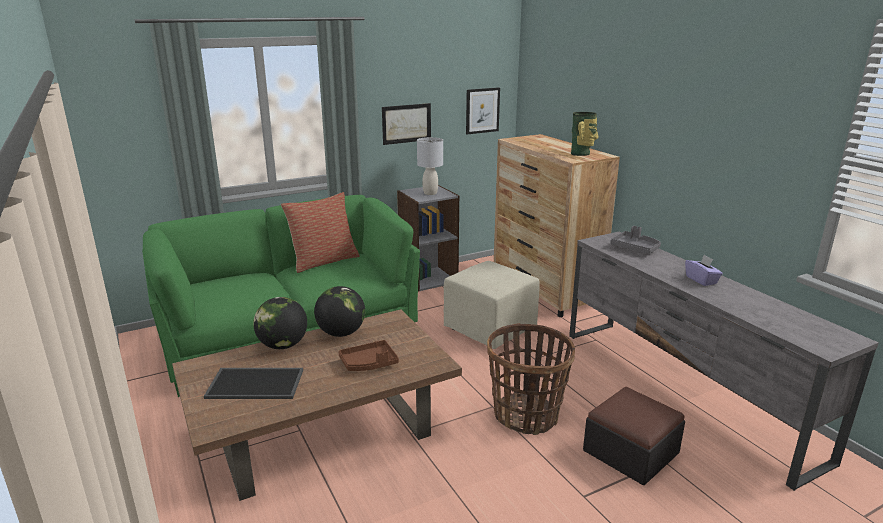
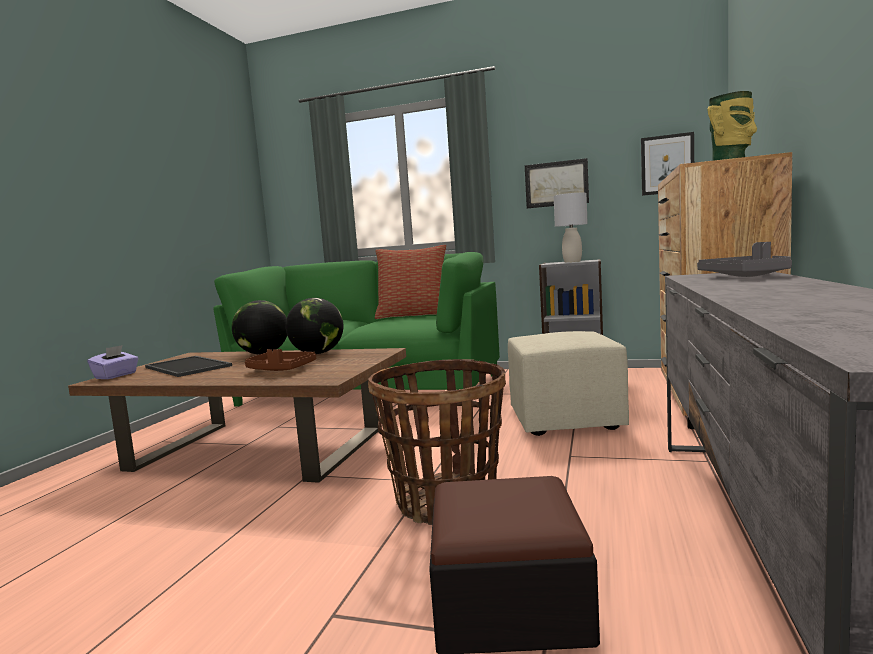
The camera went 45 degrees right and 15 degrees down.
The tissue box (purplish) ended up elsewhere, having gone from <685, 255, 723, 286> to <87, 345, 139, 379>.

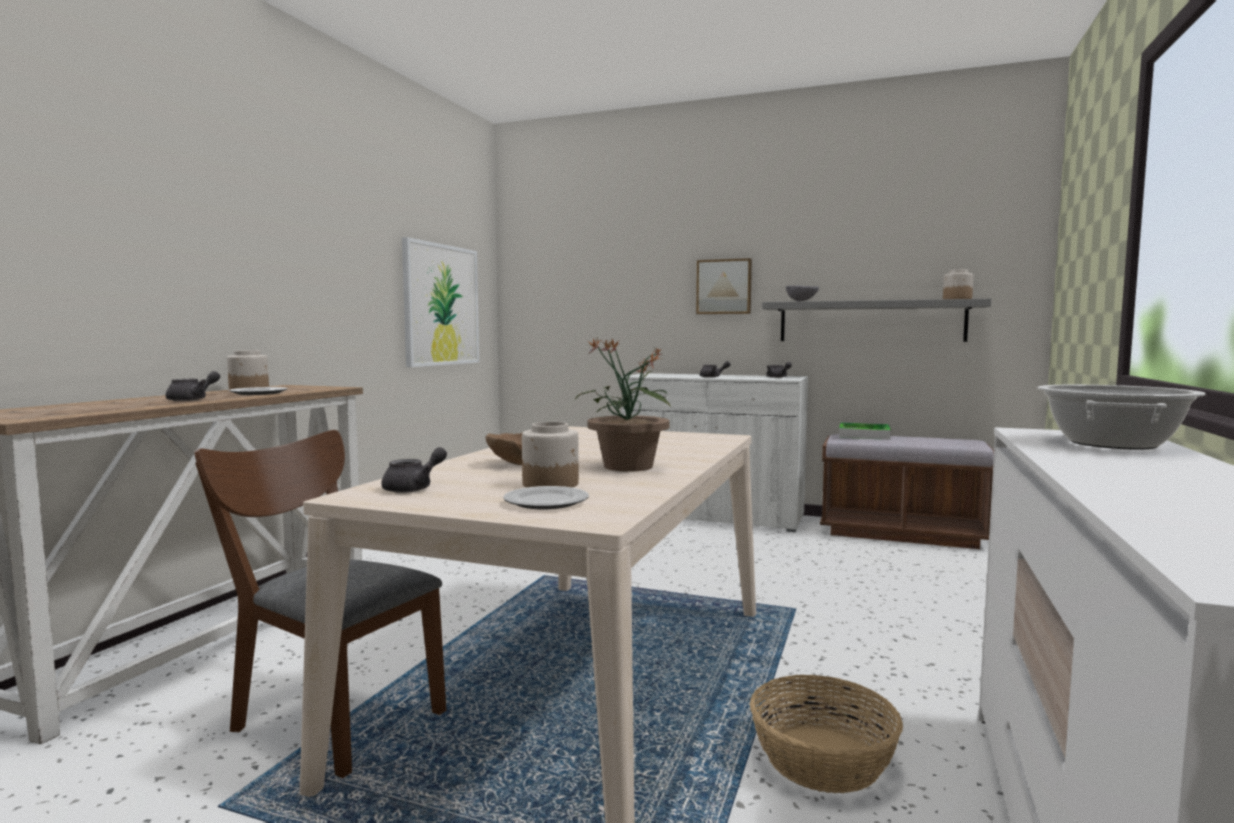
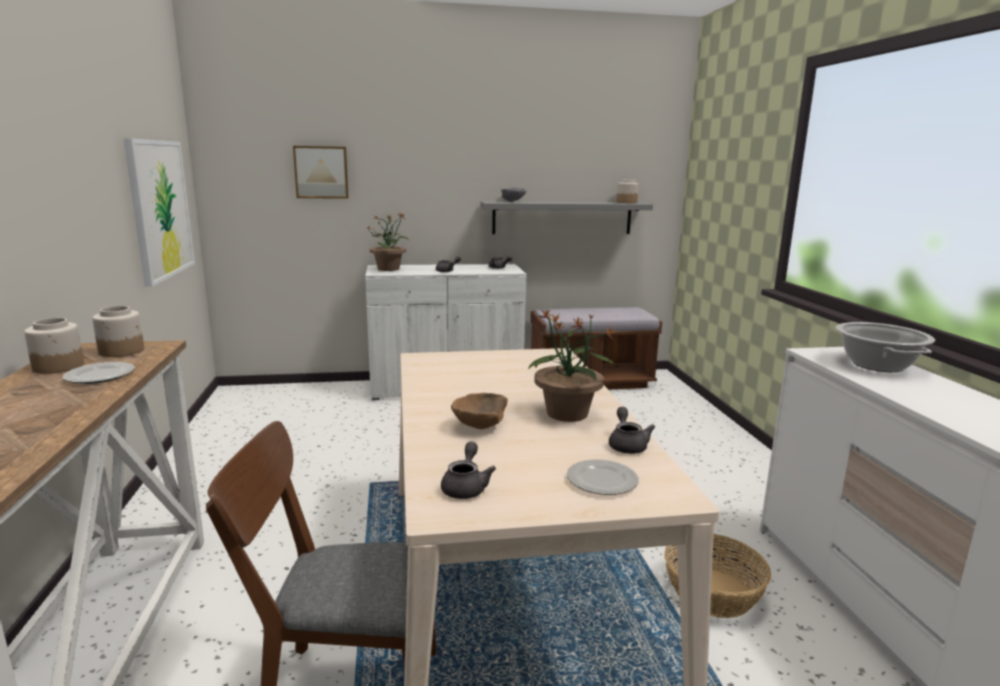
The camera went 30 degrees left and 10 degrees up.
The picture ended up elsewhere, having gone from <696, 258, 752, 314> to <293, 146, 349, 199>.
The teapot (grey) ended up elsewhere, having gone from <166, 371, 220, 401> to <609, 407, 655, 454>.
The preserve jar ended up elsewhere, having gone from <522, 422, 579, 488> to <92, 306, 144, 357>.
The second view lost the tray at <839, 422, 891, 440>.
The second view gained the plant in a pot at <366, 212, 409, 271>.

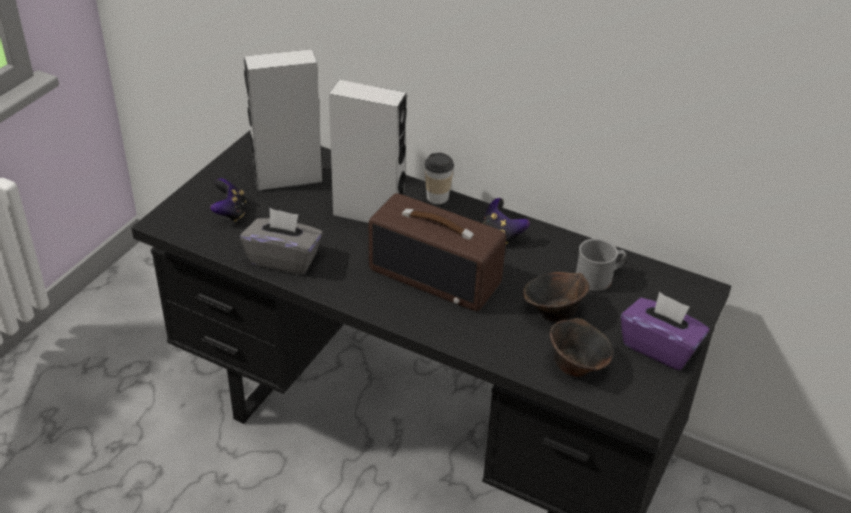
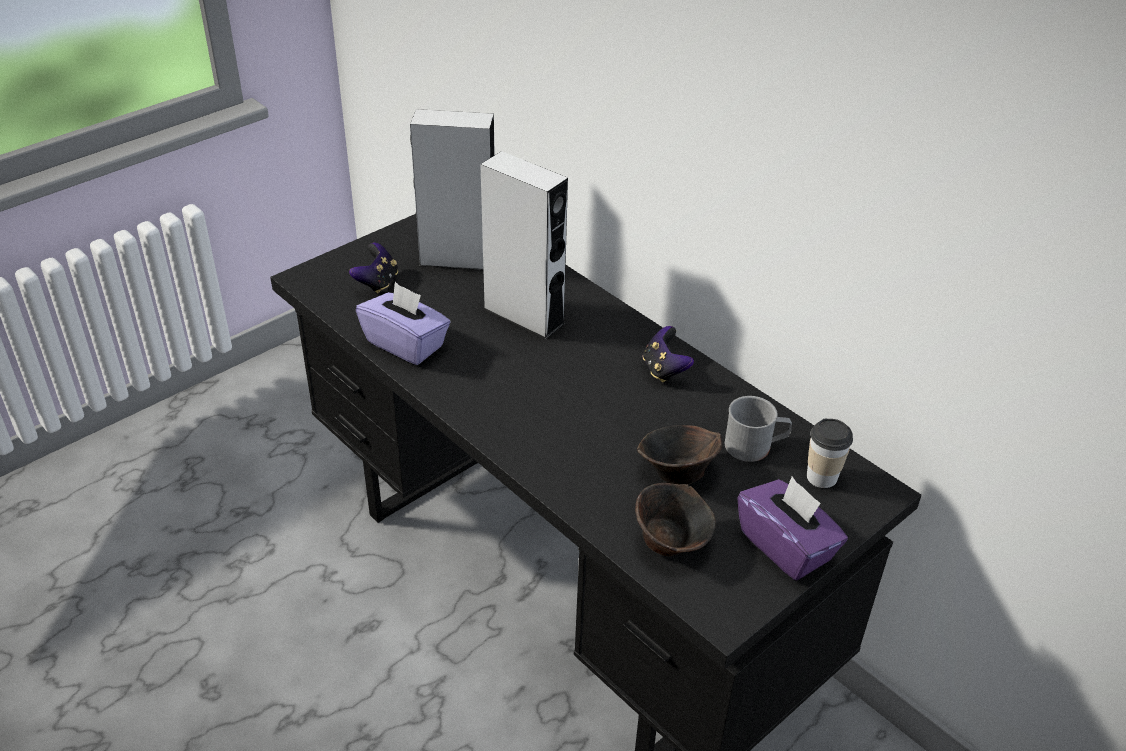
The camera went 20 degrees right and 0 degrees up.
The cup ended up elsewhere, having gone from <424, 153, 454, 204> to <807, 418, 853, 488>.
The second view lost the radio at <368, 193, 506, 311>.
What was the tissue box (grey) at <240, 208, 323, 275> turned into the tissue box (purplish) at <356, 282, 450, 365>.

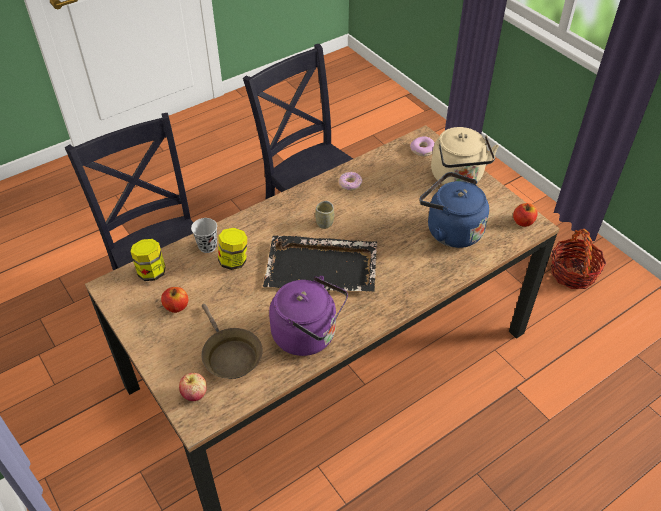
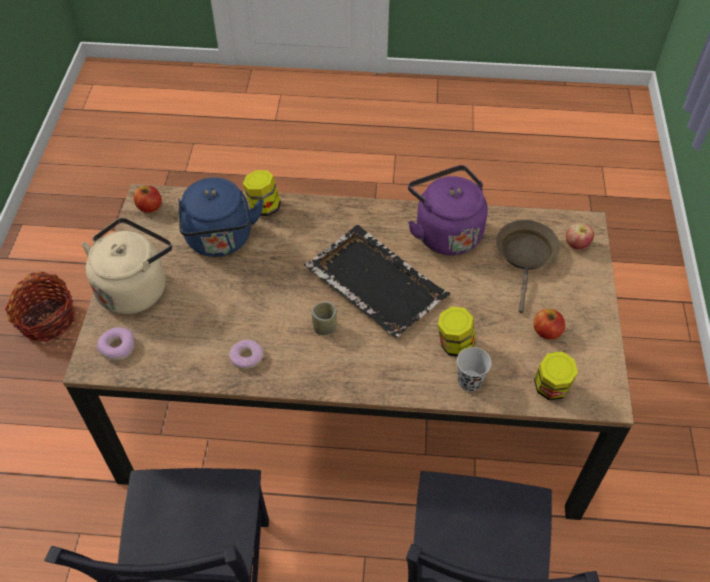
The camera went 140 degrees left and 5 degrees up.
The second view gained the preserve jar at <243, 170, 281, 216>.

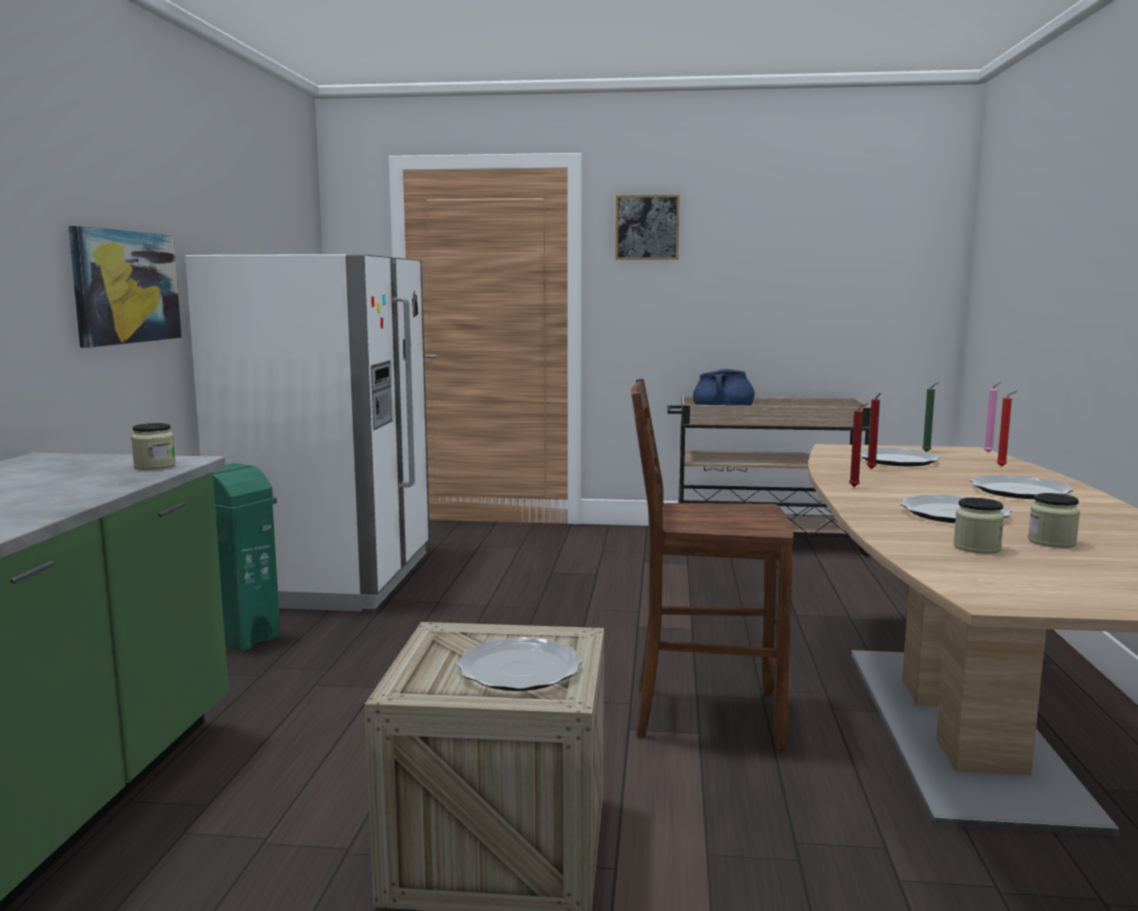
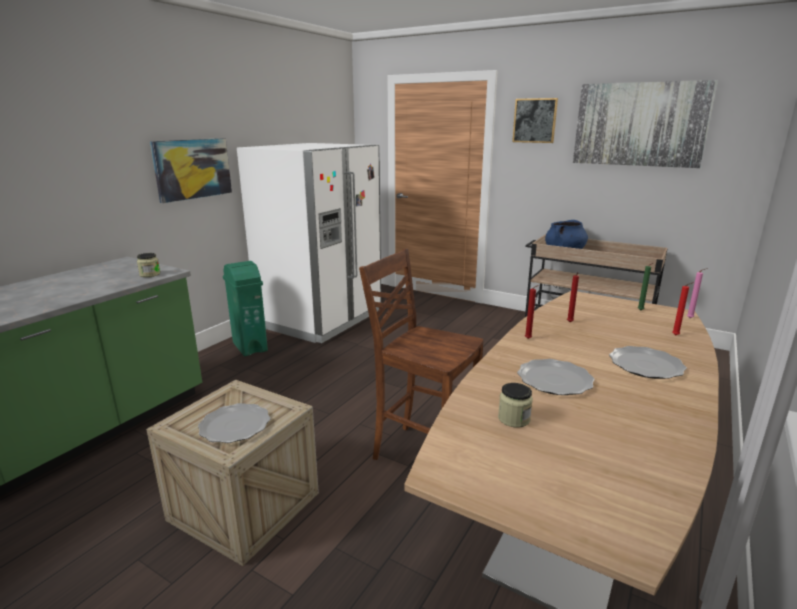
The camera went 25 degrees right and 10 degrees up.
The second view lost the flat dish at <860, 448, 941, 466>.
The second view lost the preserve jar at <1028, 493, 1080, 548>.
The second view gained the picture at <573, 80, 718, 168>.

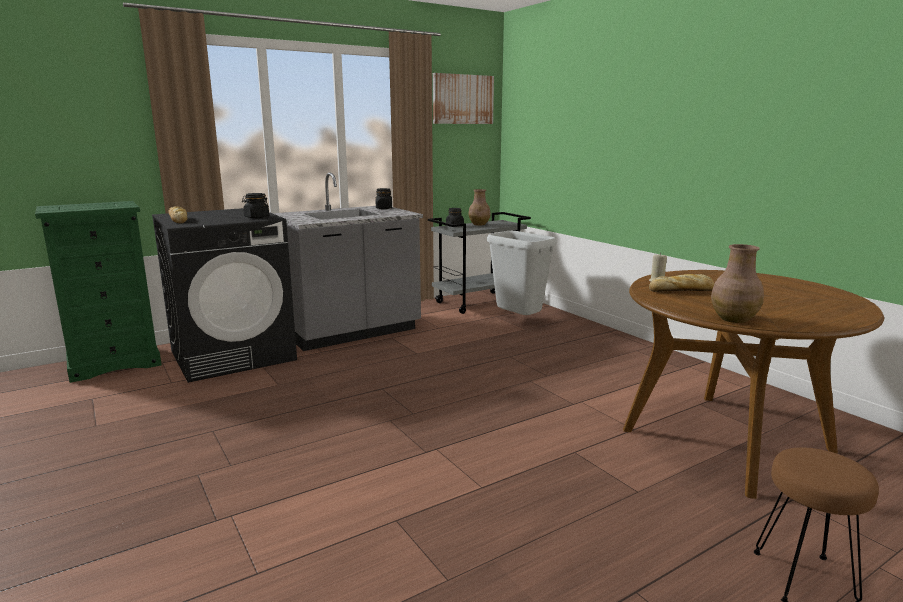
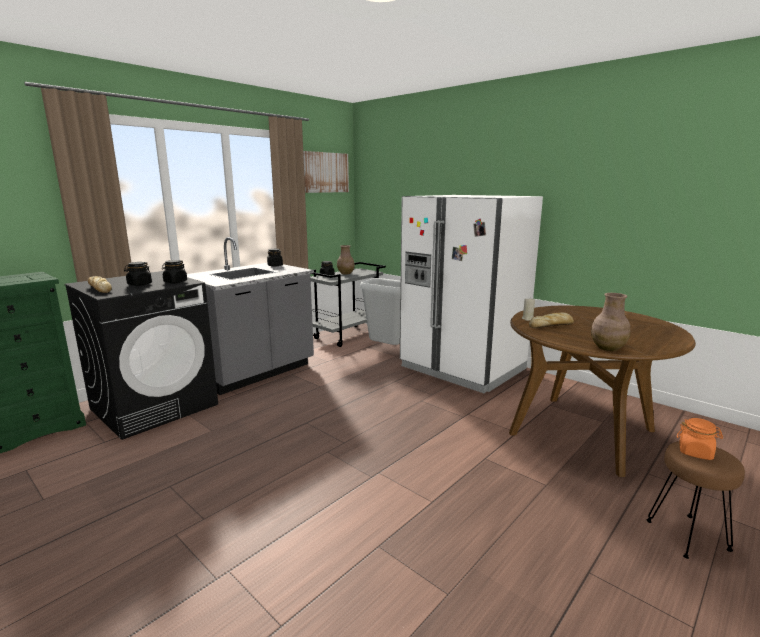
The camera went 15 degrees left and 0 degrees up.
The second view gained the fridge (white) at <400, 195, 543, 393>.
The second view gained the preserve jar (blackish) at <124, 262, 152, 286>.
The second view gained the preserve jar (orangey) at <677, 418, 723, 460>.

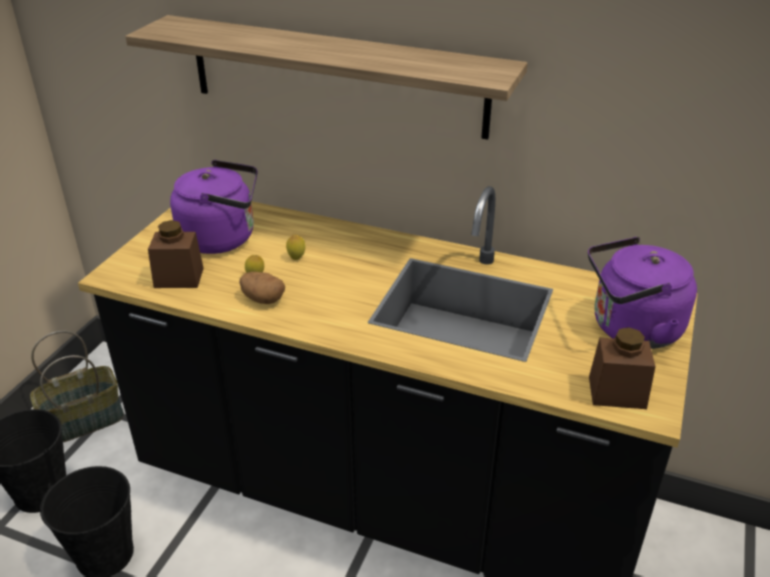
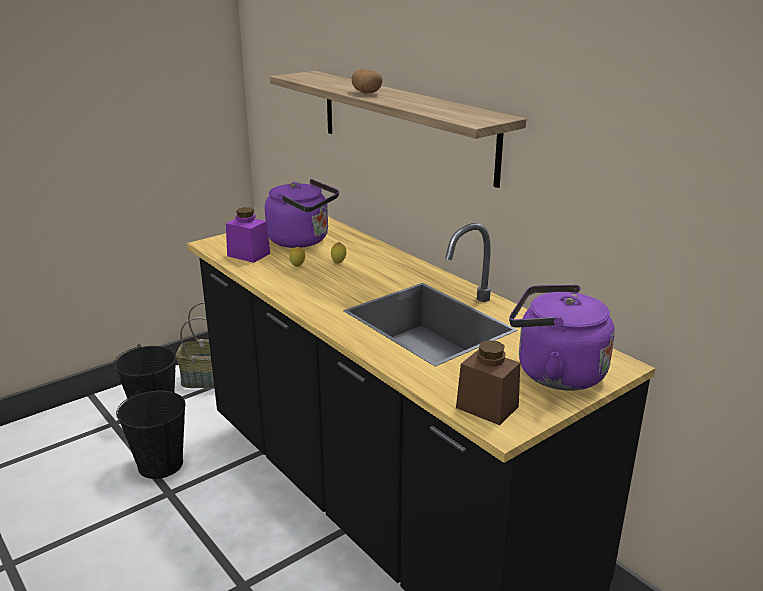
The camera went 30 degrees right and 10 degrees down.
What was the preserve jar (brownish) at <148, 220, 204, 288> turned into the preserve jar (purplish) at <226, 207, 270, 263>.
The potato ended up elsewhere, having gone from <239, 272, 285, 304> to <352, 69, 382, 94>.

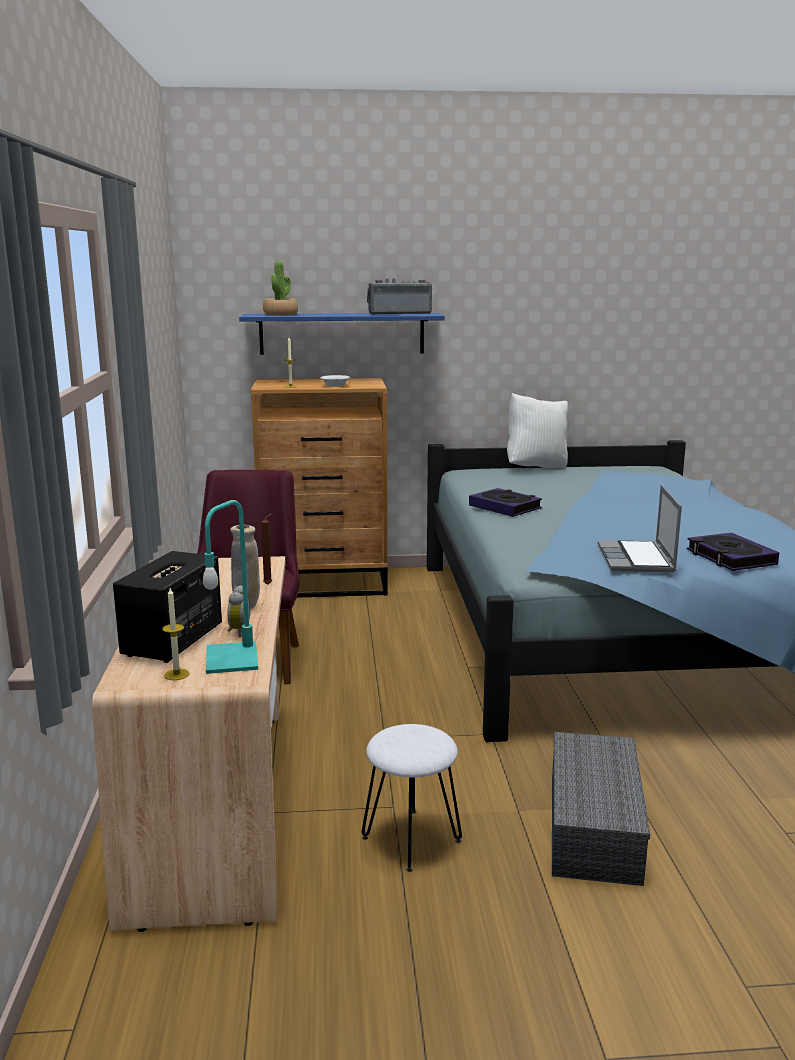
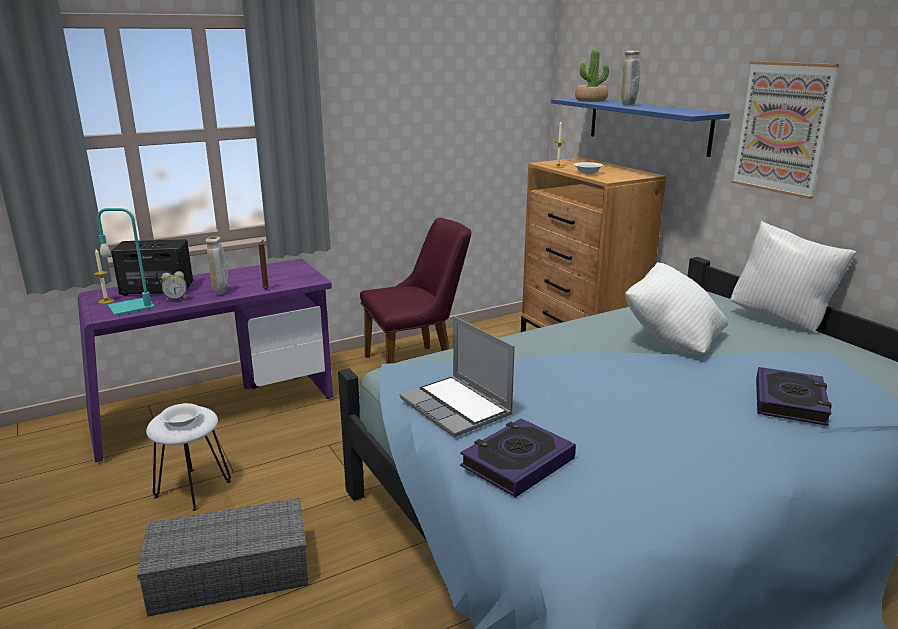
The camera went 65 degrees right and 5 degrees up.
The second view lost the radio at <367, 279, 432, 314>.
The notebook computer at <598, 485, 682, 572> ended up facing another way, 105 degrees counterclockwise from before.
The book ended up elsewhere, having gone from <469, 488, 542, 517> to <756, 367, 832, 426>.
What was the desk unit (beige) at <92, 556, 286, 932> turned into the desk unit (purplish) at <78, 259, 333, 463>.
The second view gained the decorative vase (beige) at <621, 50, 640, 105>.
The second view gained the picture at <732, 61, 839, 199>.
The second view gained the throw pillow (white) at <625, 262, 728, 354>.
The second view gained the deep dish (white) at <160, 403, 201, 427>.

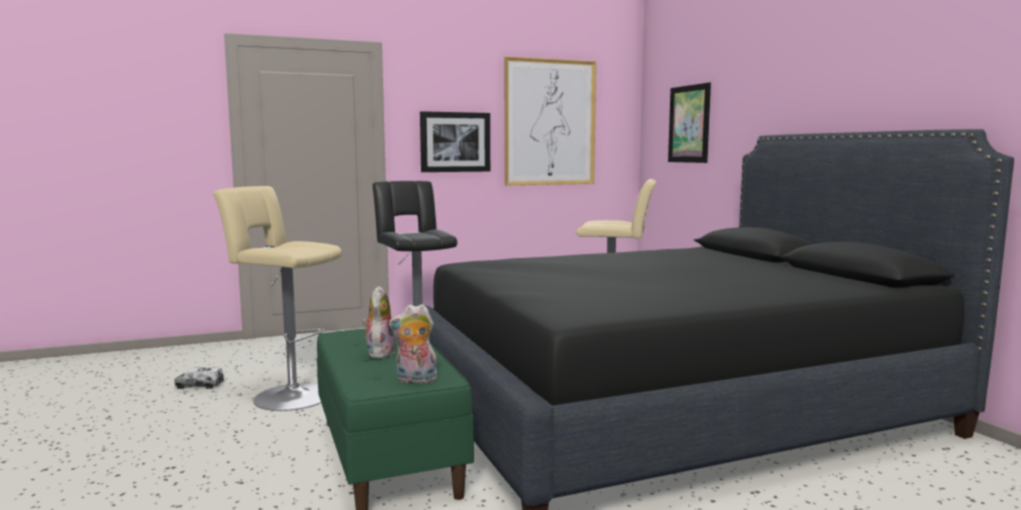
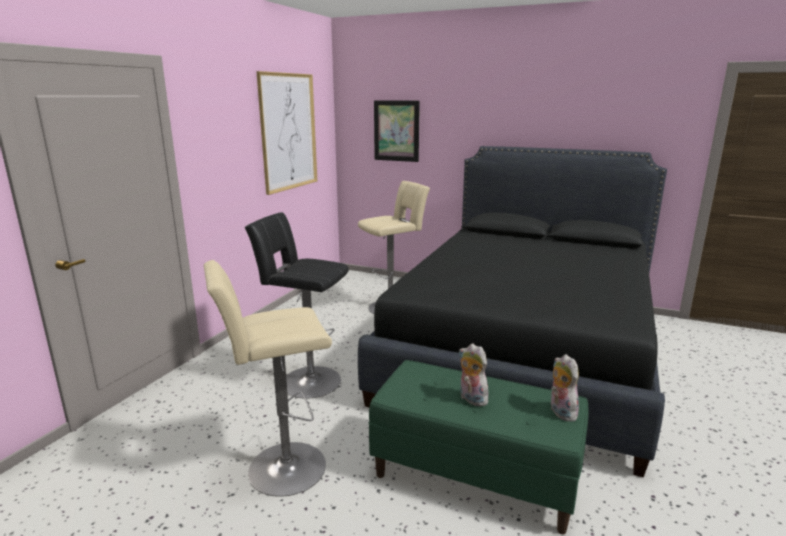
The camera went 45 degrees left and 10 degrees up.
The second view lost the picture at <420, 111, 490, 172>.
The plush toy at <389, 304, 437, 384> ended up facing another way, 120 degrees clockwise from before.
The second view lost the toy lorry at <174, 368, 224, 389>.

